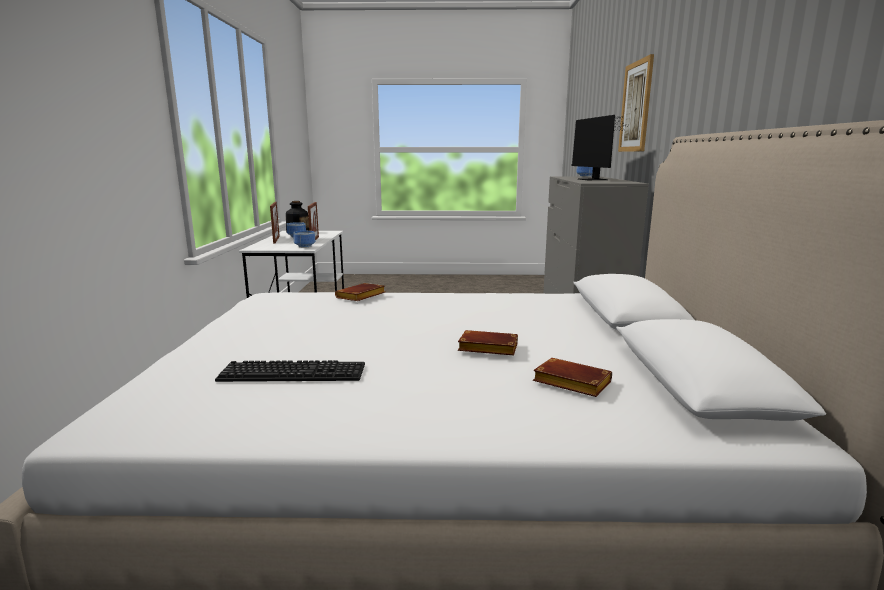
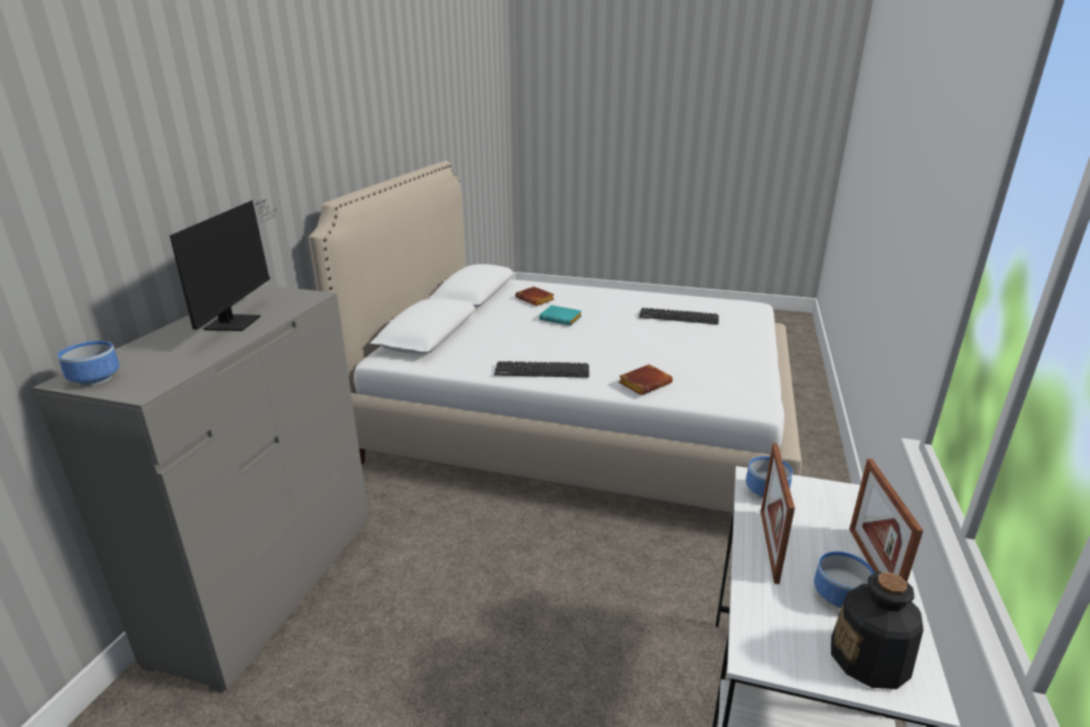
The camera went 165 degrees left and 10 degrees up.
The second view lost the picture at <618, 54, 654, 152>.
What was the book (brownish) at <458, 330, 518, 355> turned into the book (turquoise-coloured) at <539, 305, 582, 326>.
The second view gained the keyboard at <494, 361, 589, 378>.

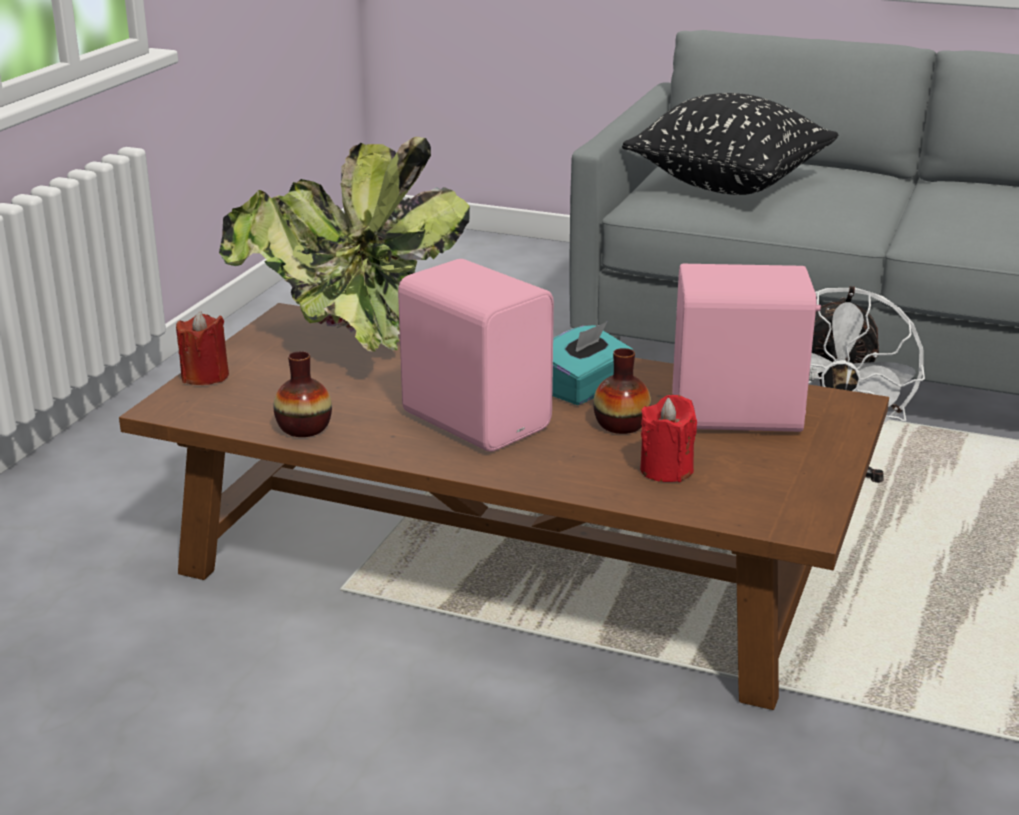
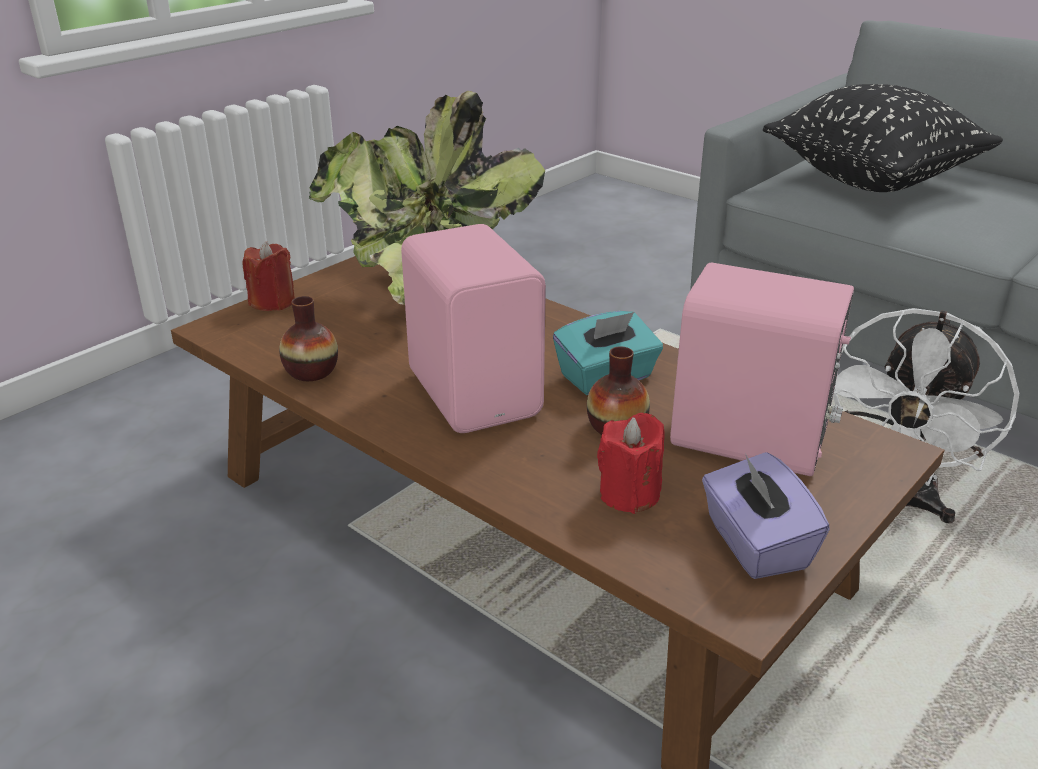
The camera went 20 degrees right and 5 degrees up.
The second view gained the tissue box (purplish) at <702, 452, 830, 579>.

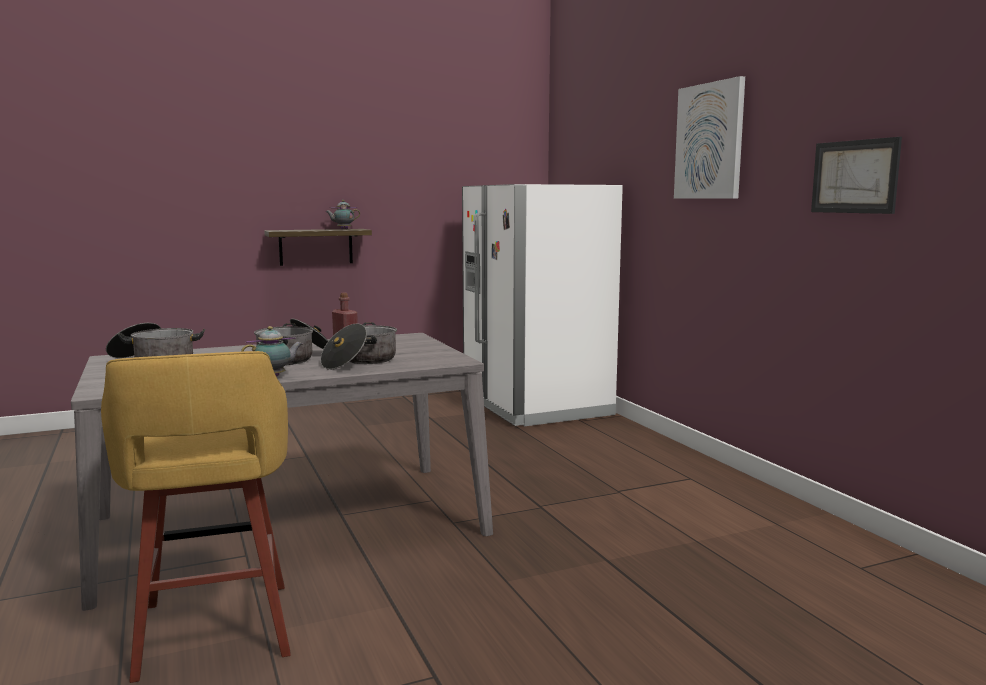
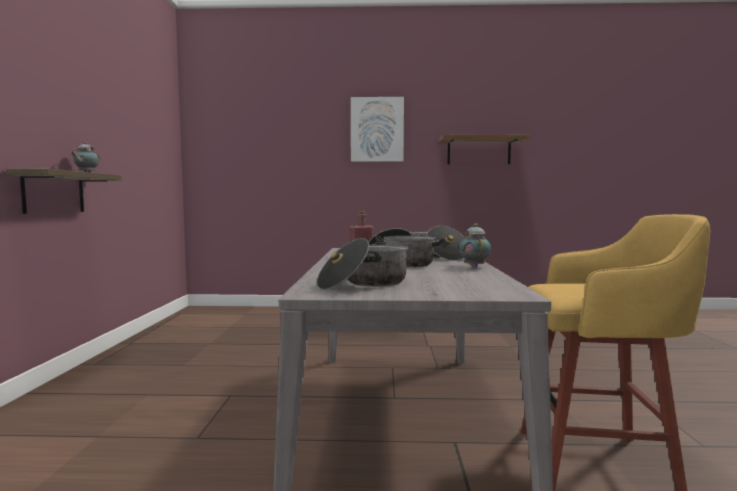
The camera went 65 degrees left and 5 degrees down.
Where the picture hung at <811, 137, 902, 214>, the bracket shelf came to hang at <439, 135, 530, 164>.
The second view lost the fridge (white) at <462, 184, 623, 426>.

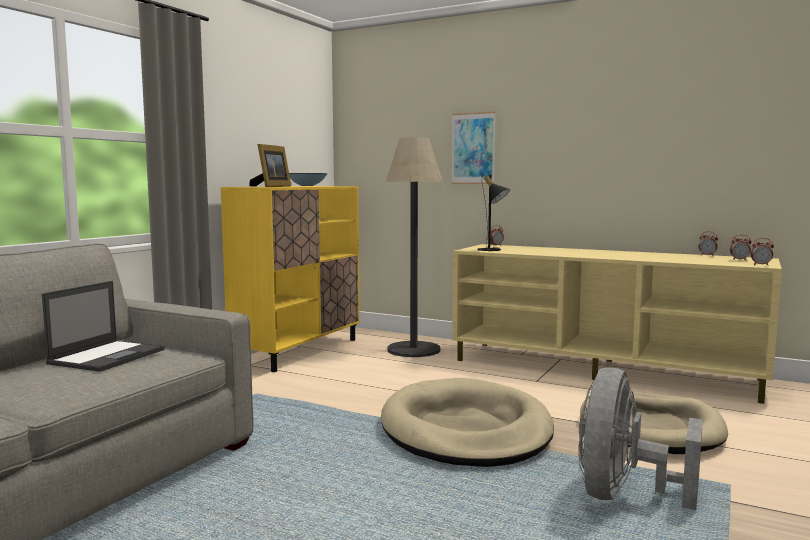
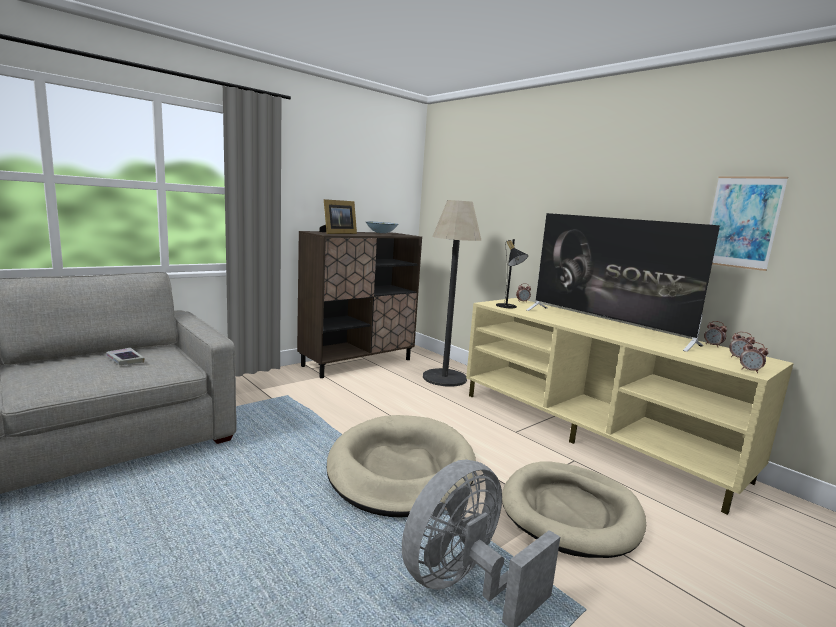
The camera went 20 degrees right and 5 degrees up.
The picture ended up elsewhere, having gone from <451, 112, 496, 184> to <709, 176, 788, 271>.
What was the storage cabinet (yellow) at <221, 186, 360, 372> turned into the storage cabinet (brownish) at <297, 231, 422, 378>.
Where the notebook computer stood at <42, 281, 165, 372>, the book came to stand at <106, 348, 144, 365>.
The second view gained the television at <526, 213, 720, 352>.

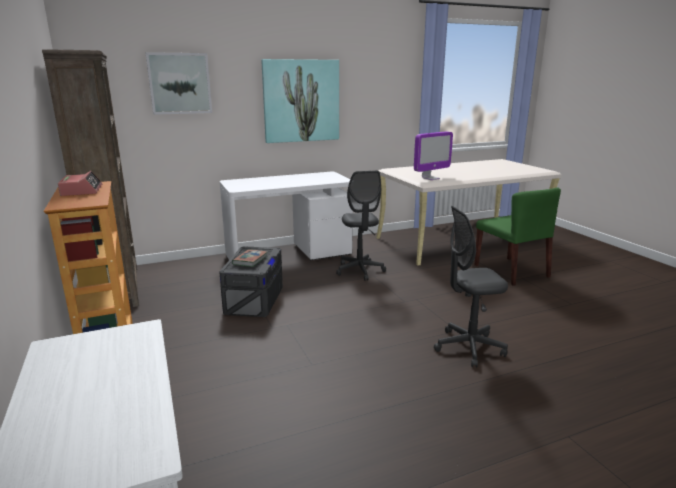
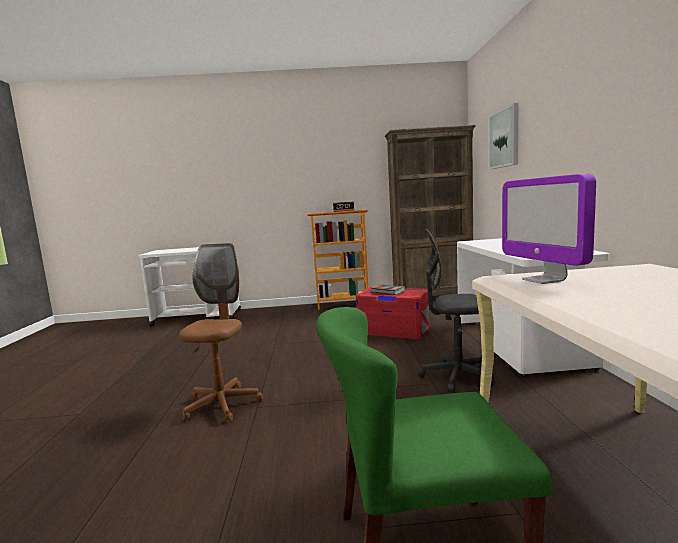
The camera went 110 degrees right and 10 degrees down.
The second view lost the picture at <261, 59, 339, 143>.
What was the desk chair (grey) at <434, 206, 508, 367> turned into the desk chair (brownish) at <179, 243, 263, 422>.
What was the storage bin (grey) at <219, 246, 283, 317> turned into the storage bin (red) at <356, 287, 430, 339>.

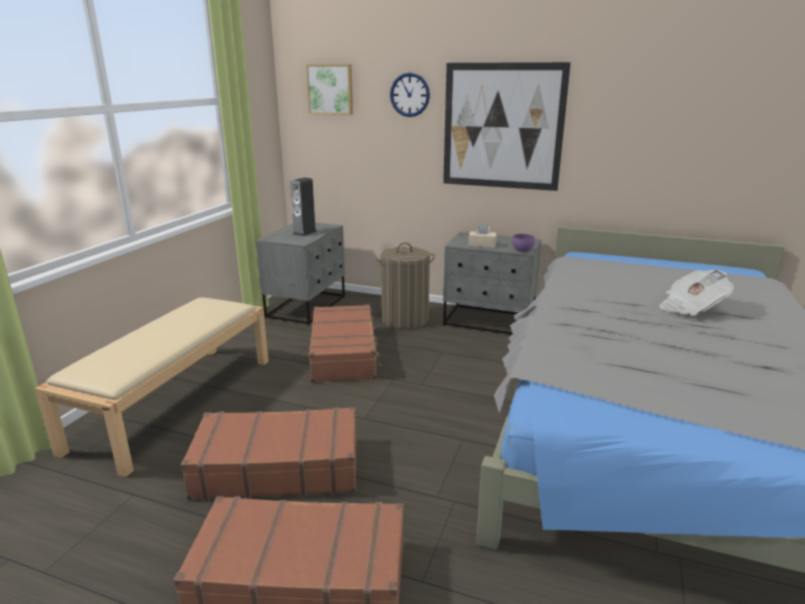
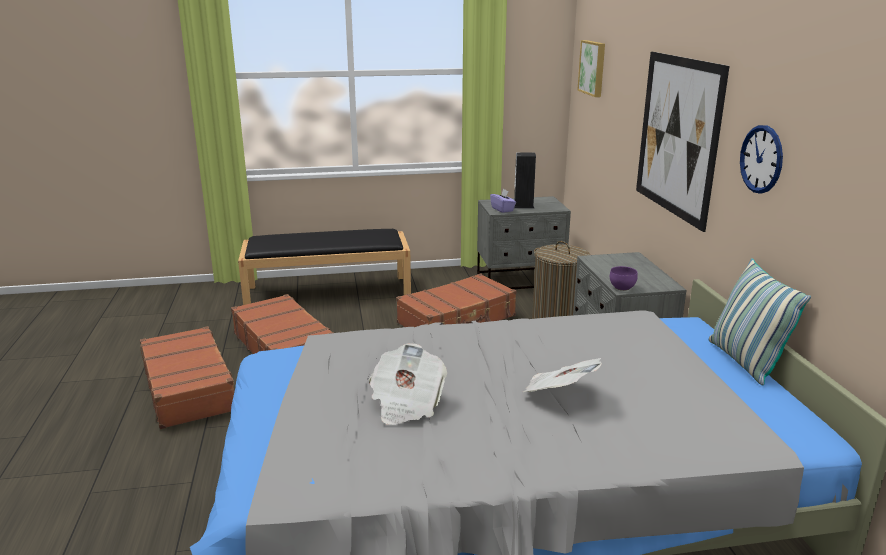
The camera went 60 degrees right and 0 degrees up.
The clock on the wall ended up elsewhere, having gone from <390, 73, 430, 117> to <740, 125, 783, 194>.
The second view lost the tissue box (beige) at <468, 223, 497, 248>.
What was the bench (beige) at <35, 297, 269, 477> turned into the bench (blackish) at <238, 229, 411, 305>.
The second view gained the tissue box (purplish) at <490, 188, 516, 213>.
The second view gained the throw pillow at <709, 258, 811, 385>.
The second view gained the printed paper at <369, 343, 447, 425>.

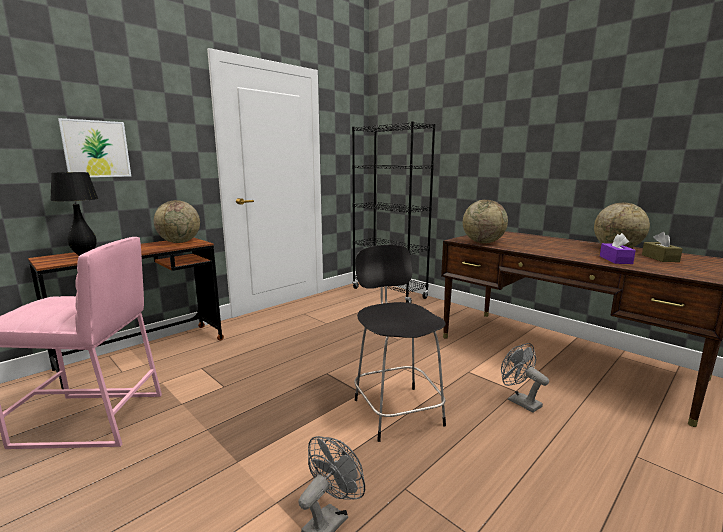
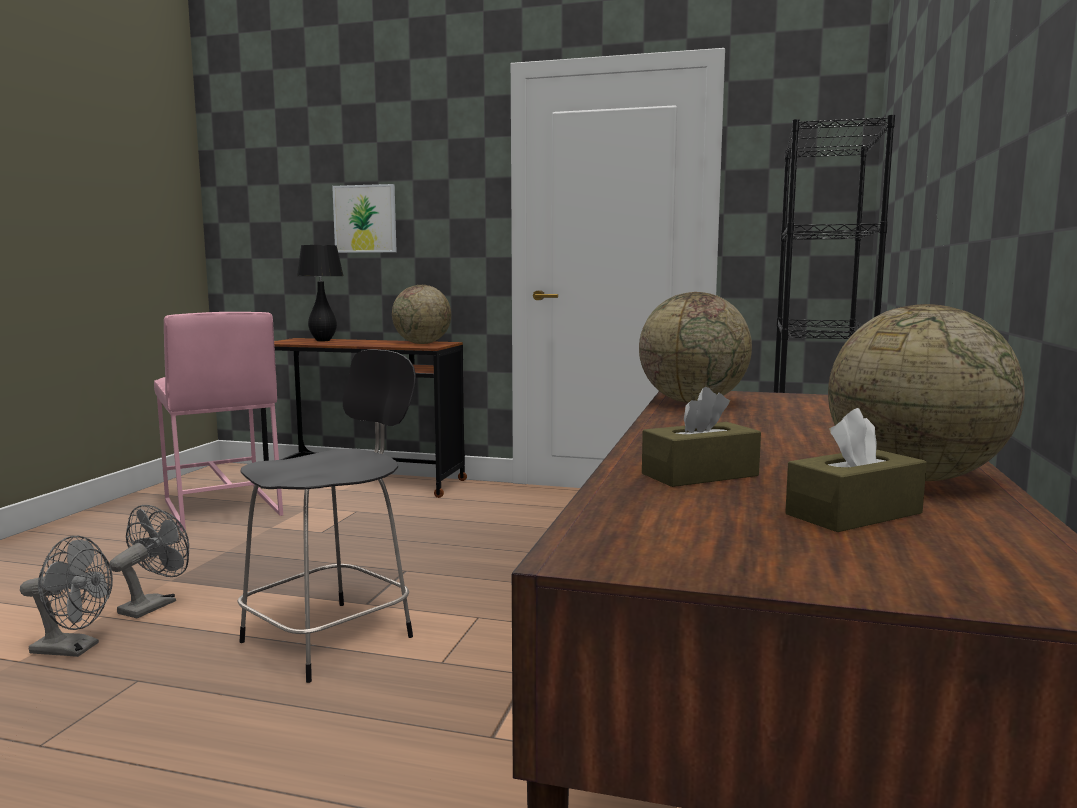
The camera went 60 degrees right and 5 degrees down.
What was the tissue box (purplish) at <600, 233, 636, 264> turned into the tissue box (brownish) at <642, 387, 761, 487>.
The electric fan (grey) ended up elsewhere, having gone from <501, 343, 549, 413> to <109, 505, 189, 618>.

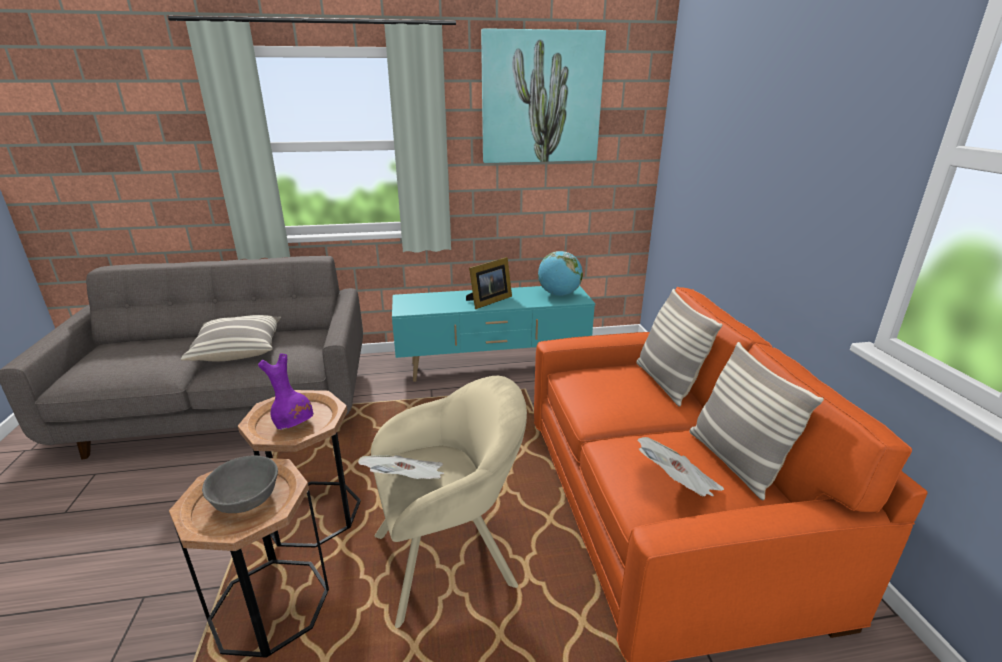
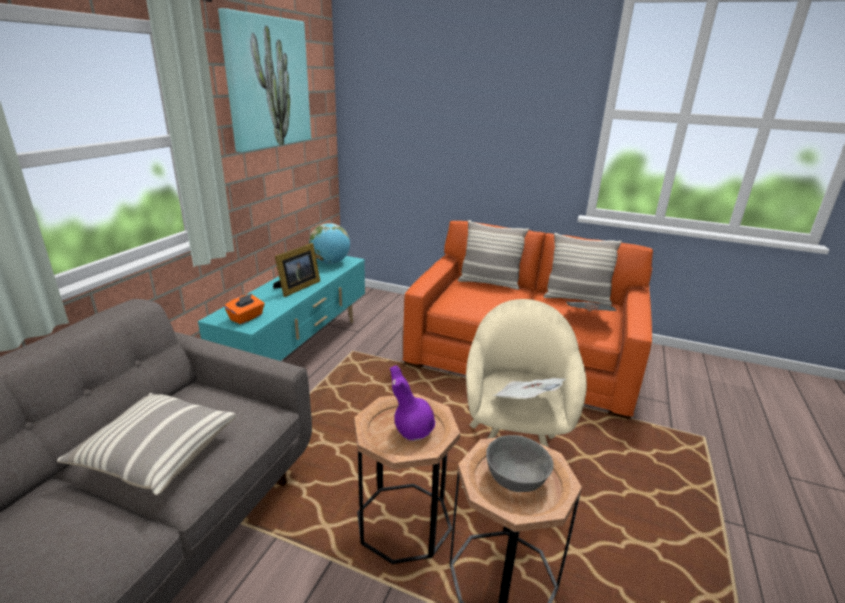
The camera went 60 degrees left and 0 degrees up.
The photo frame at <466, 257, 512, 309> ended up facing another way, 45 degrees clockwise from before.
The second view gained the tissue box (orangey) at <224, 293, 265, 324>.

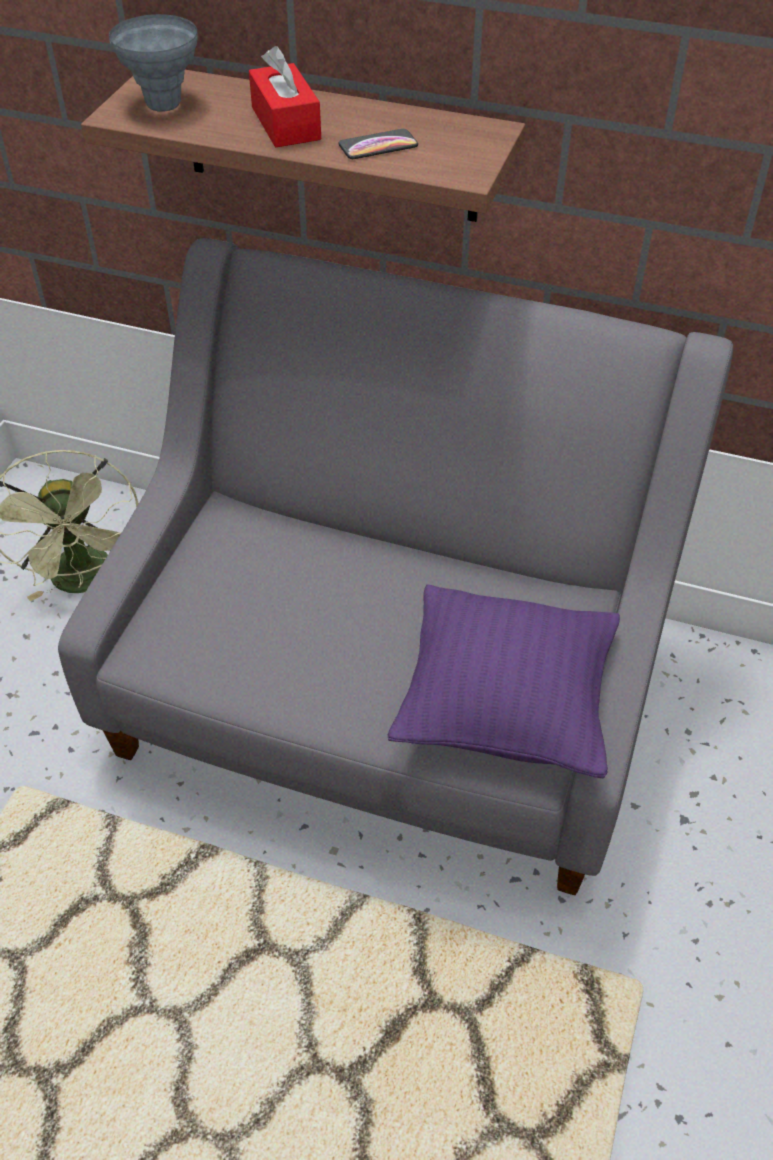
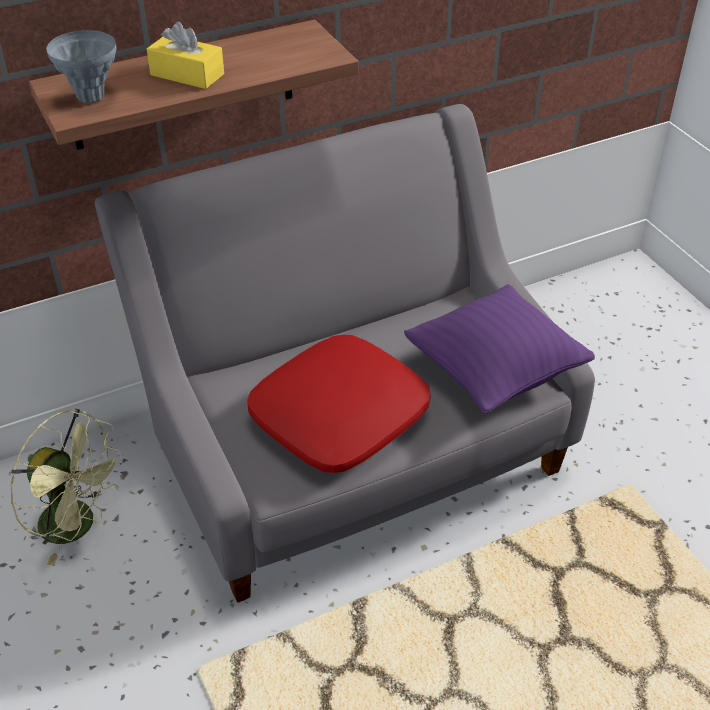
The camera went 45 degrees left and 5 degrees down.
What was the tissue box (red) at <249, 46, 321, 147> turned into the tissue box (yellow) at <147, 22, 224, 89>.
The second view lost the phone at <338, 129, 418, 159>.
The second view gained the throw pillow (red) at <247, 335, 431, 473>.

